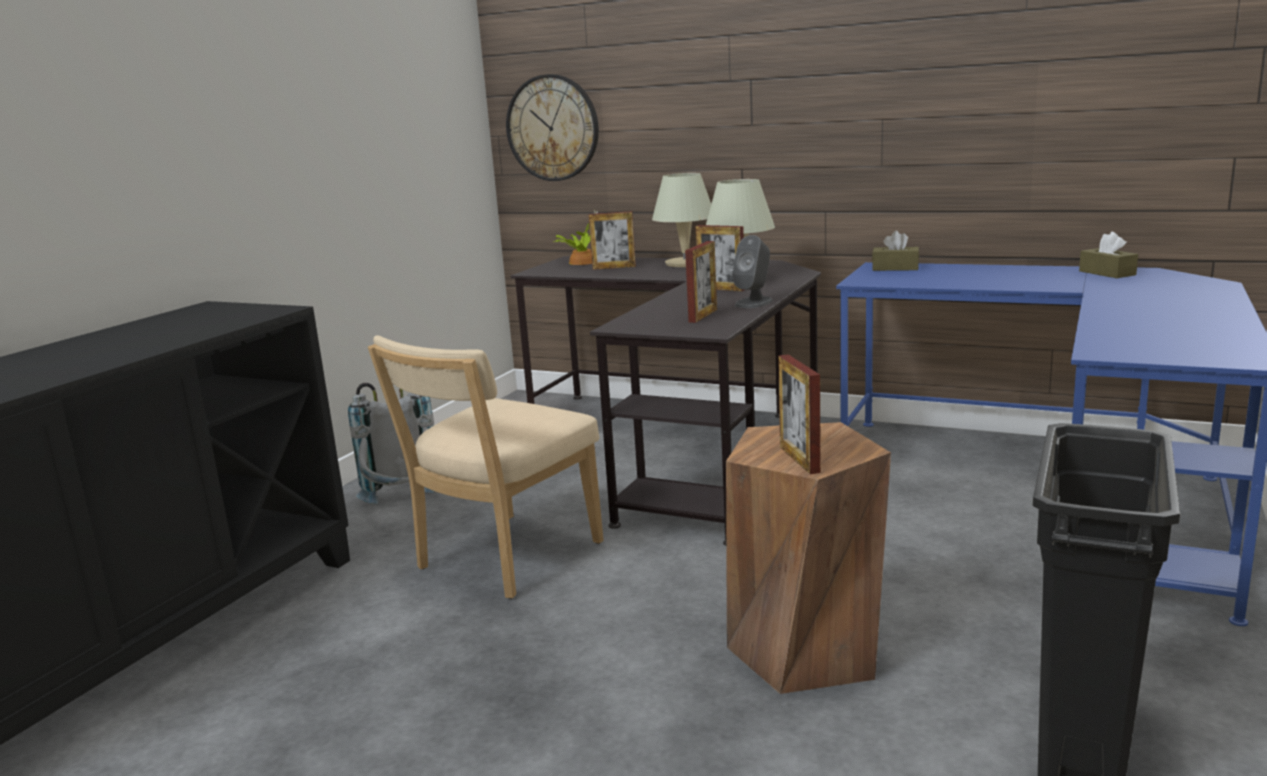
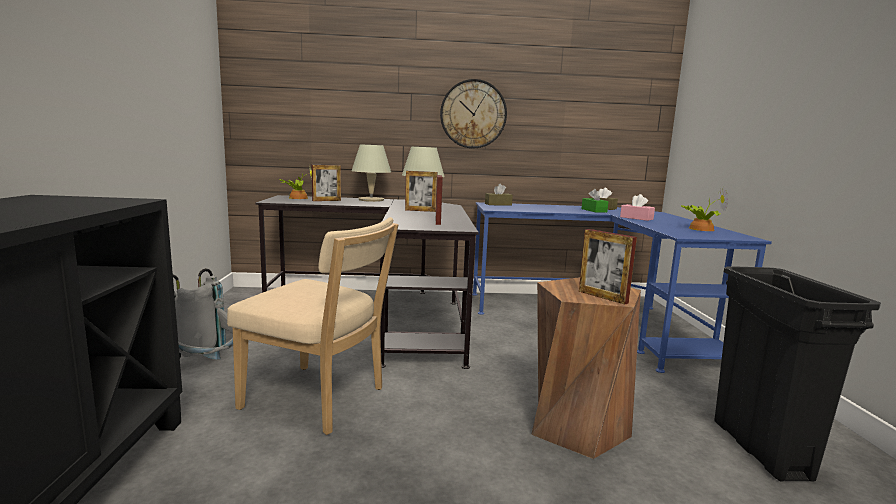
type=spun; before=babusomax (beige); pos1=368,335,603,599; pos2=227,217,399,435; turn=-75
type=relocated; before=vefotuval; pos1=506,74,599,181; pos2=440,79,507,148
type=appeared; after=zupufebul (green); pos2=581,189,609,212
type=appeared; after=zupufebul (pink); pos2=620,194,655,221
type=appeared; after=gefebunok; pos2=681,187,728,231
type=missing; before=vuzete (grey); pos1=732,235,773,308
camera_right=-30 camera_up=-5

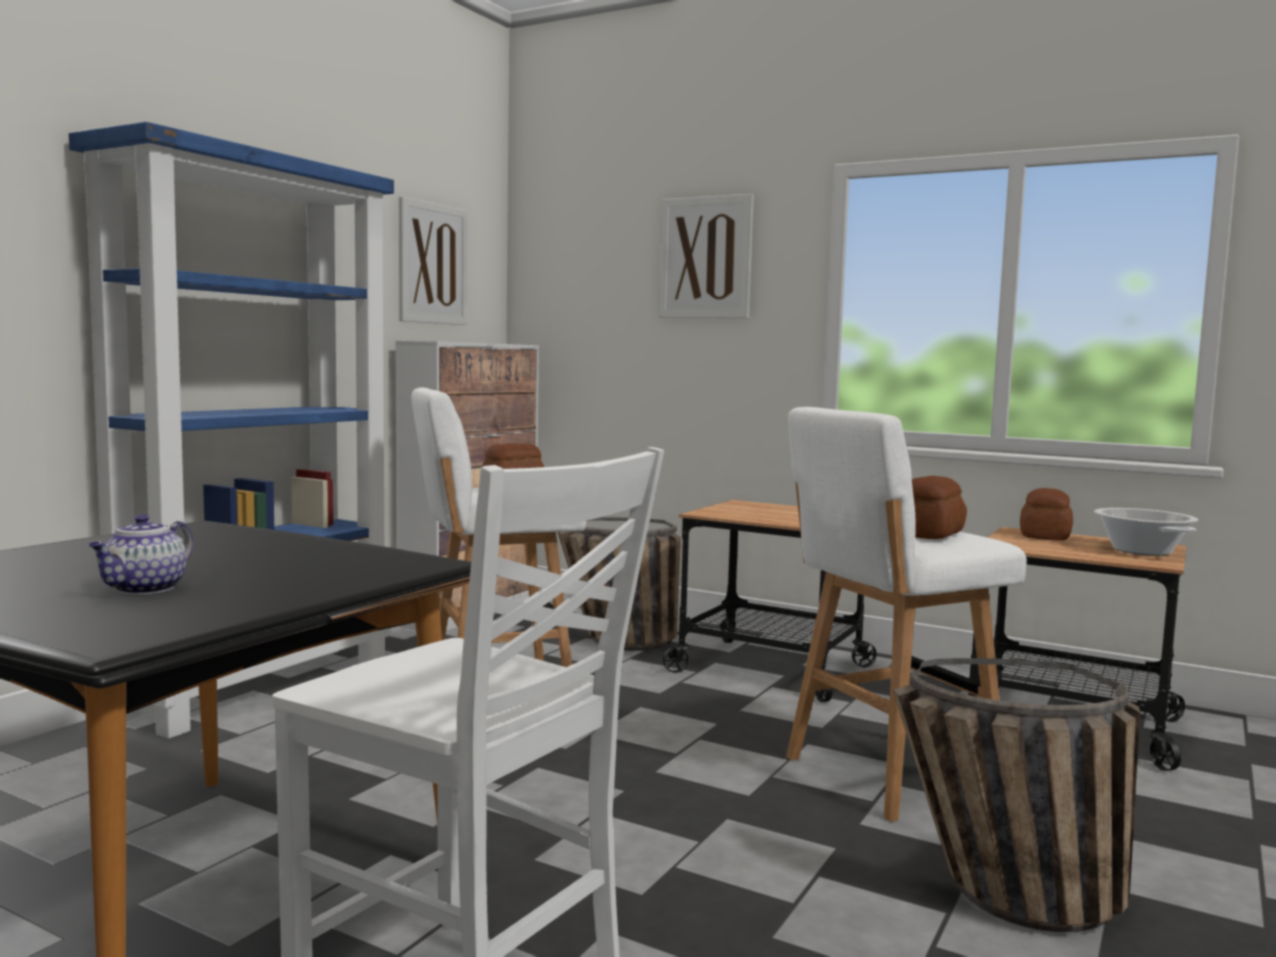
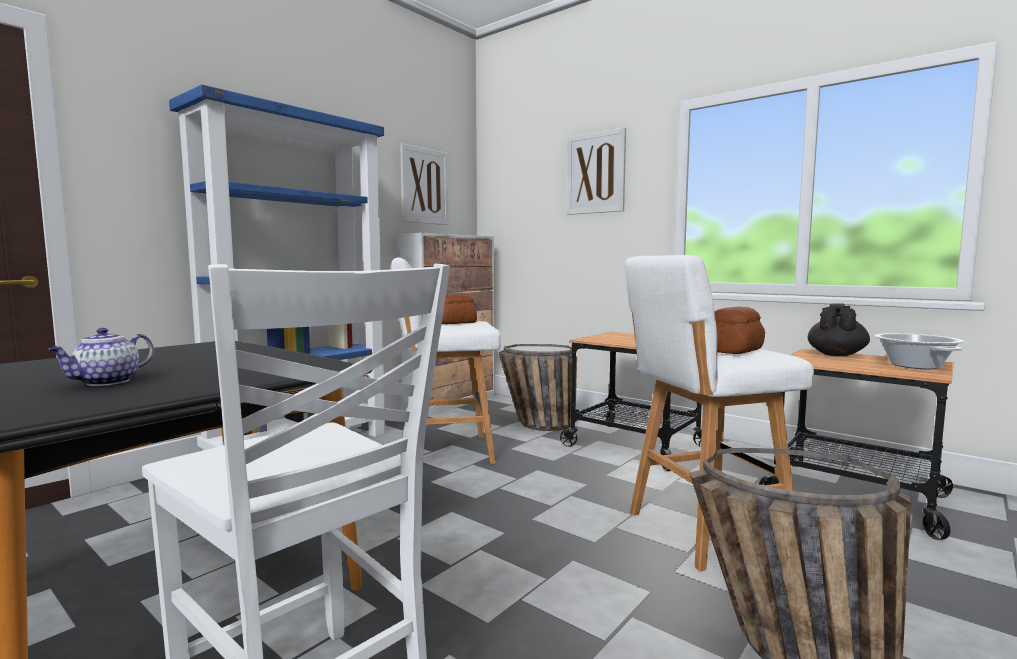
type=exchanged; before=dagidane; after=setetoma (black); pos1=1020,488,1073,541; pos2=808,303,870,356
camera_right=10 camera_up=0

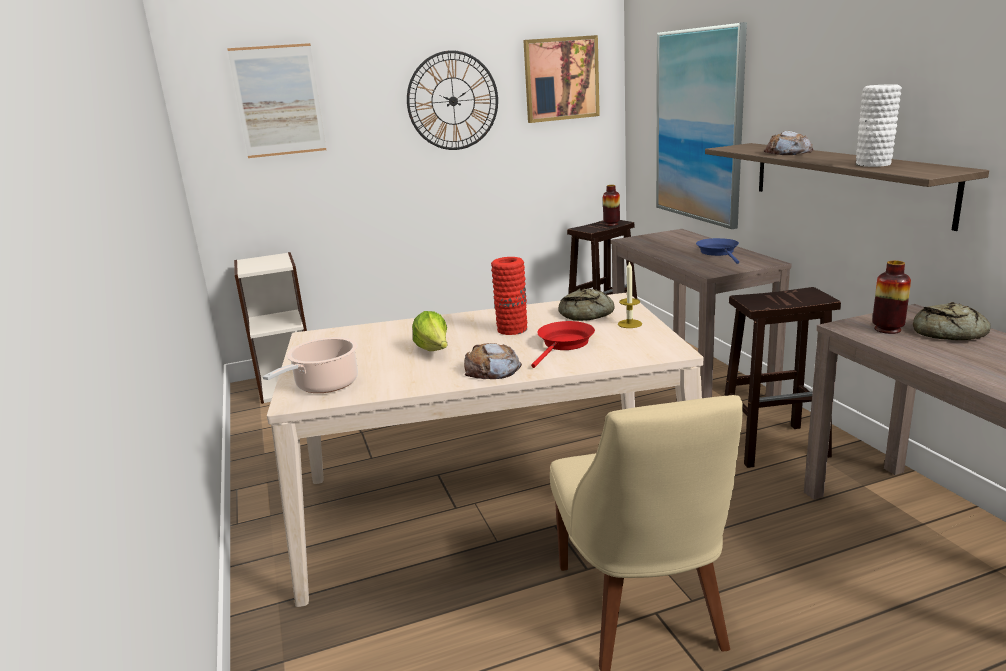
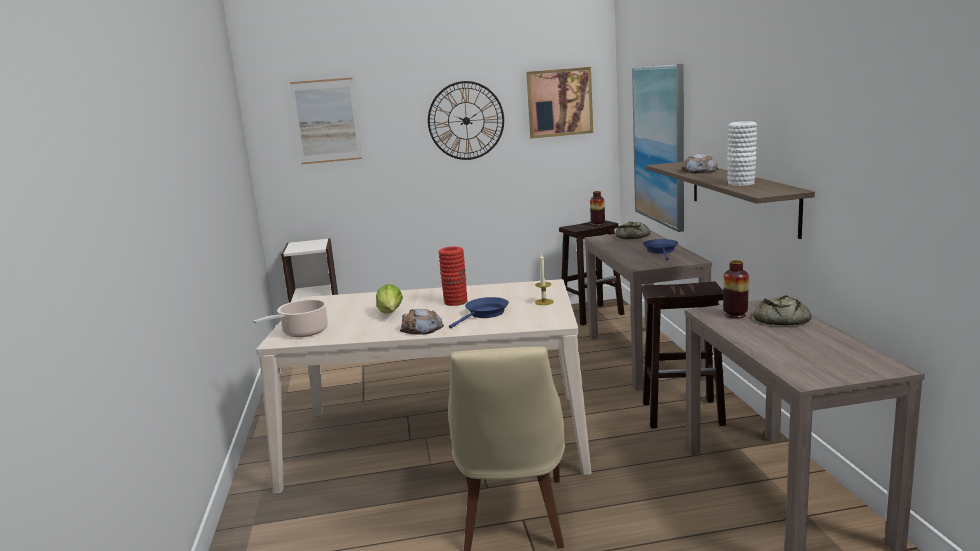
type=colour; before=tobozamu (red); after=tobozamu (blue); pos1=531,321,595,368; pos2=449,297,509,329
type=relocated; before=dagidane; pos1=558,288,615,321; pos2=615,221,651,239
camera_right=10 camera_up=-5

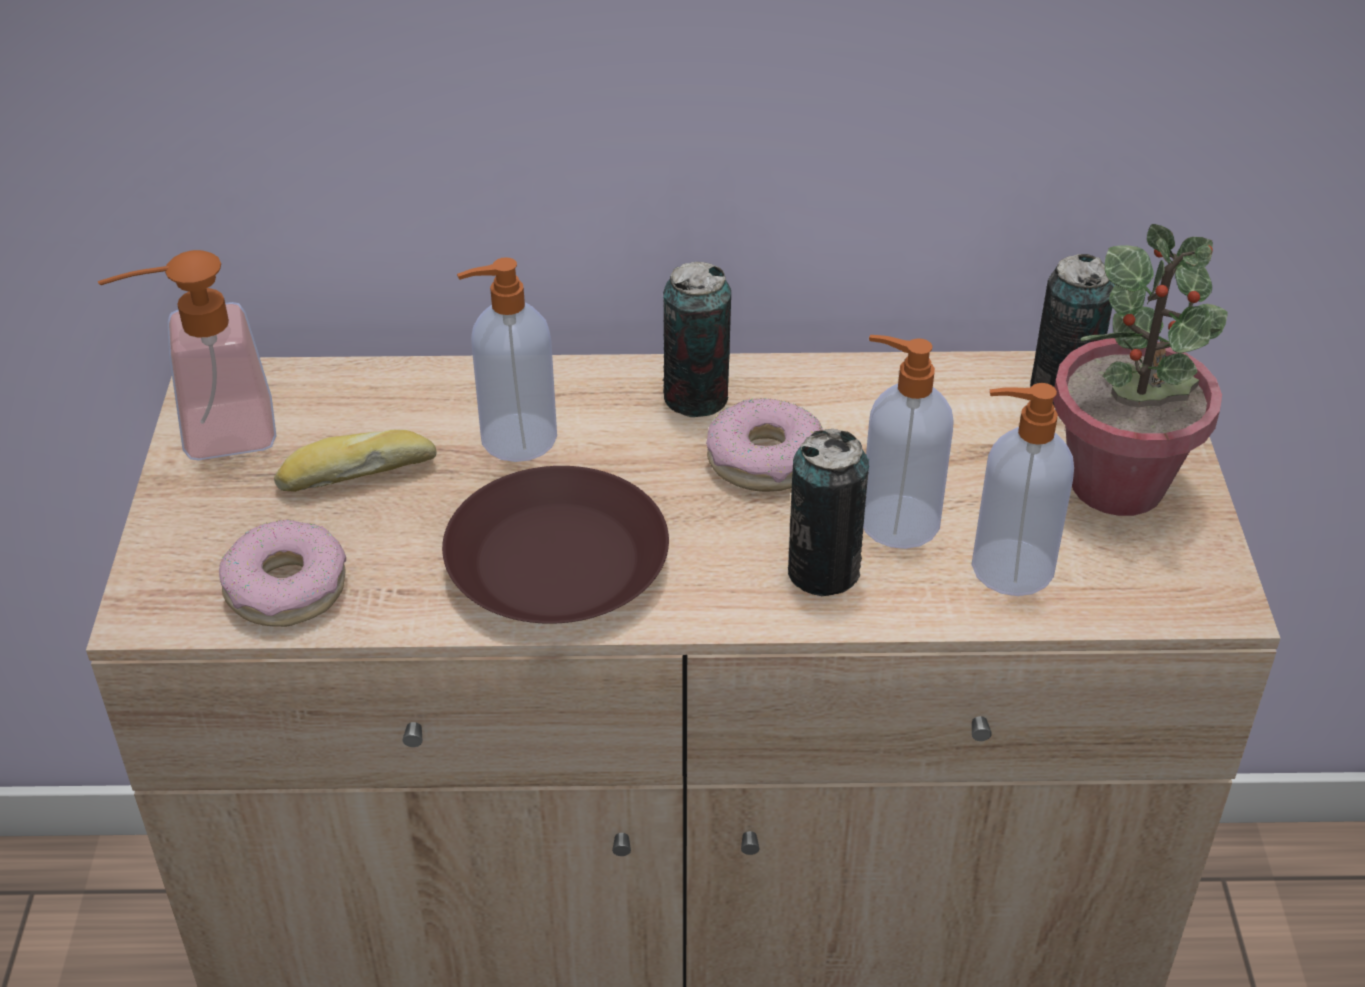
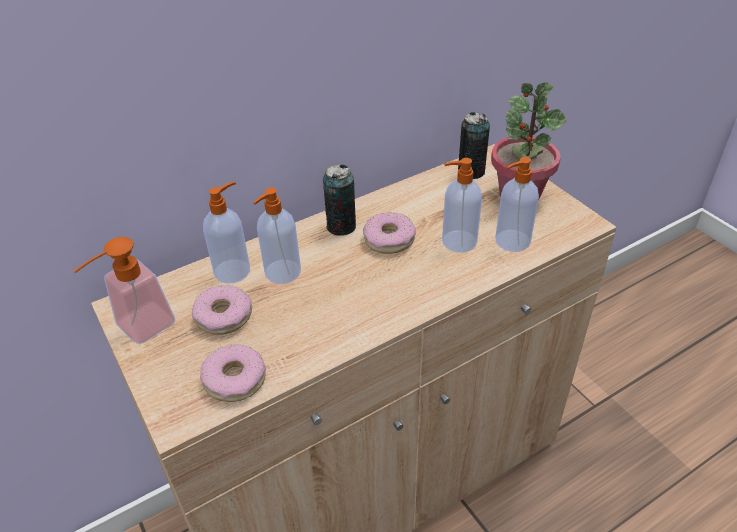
type=exchanged; before=dagidane; after=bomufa; pos1=274,430,437,492; pos2=192,285,252,335
type=appeared; after=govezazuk; pos2=203,181,250,284
type=missing; before=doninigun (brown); pos1=442,466,669,624
type=missing; before=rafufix; pos1=788,429,869,596
camera_right=-30 camera_up=0

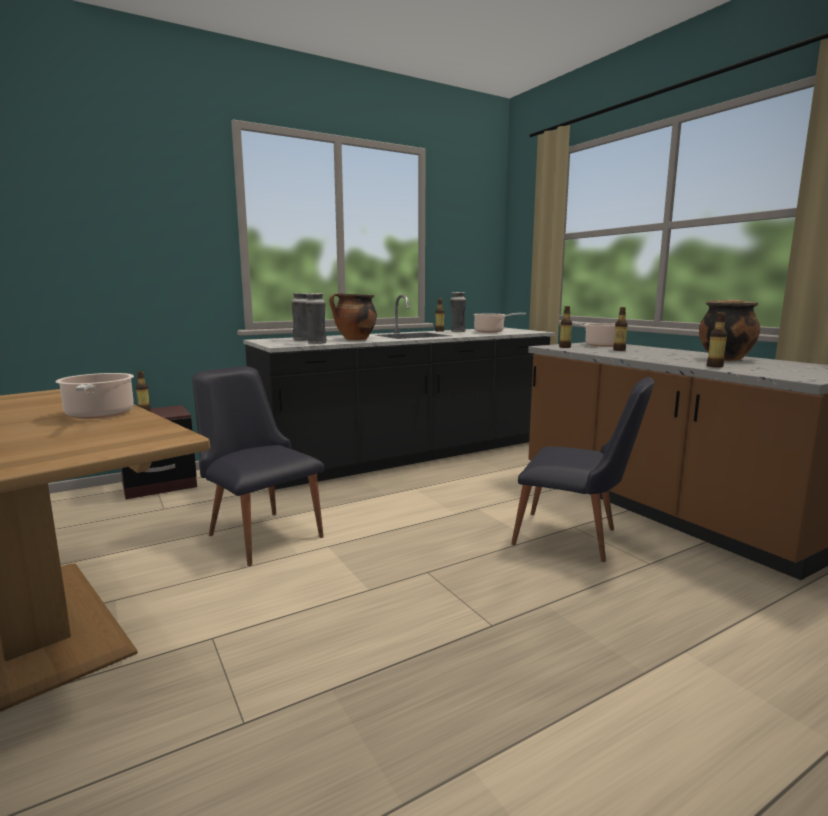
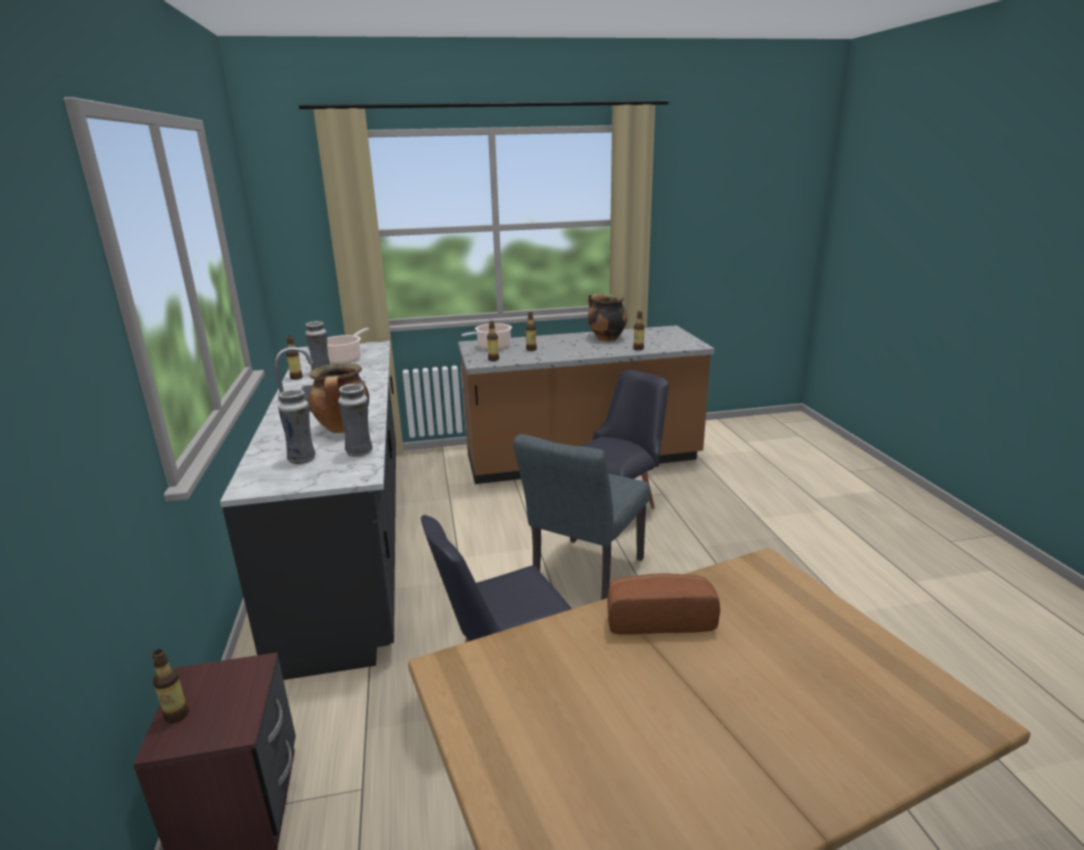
type=appeared; after=babusomax (grey); pos2=513,434,650,600
type=exchanged; before=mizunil; after=dagidane; pos1=55,373,134,419; pos2=607,573,720,634
camera_right=-70 camera_up=10

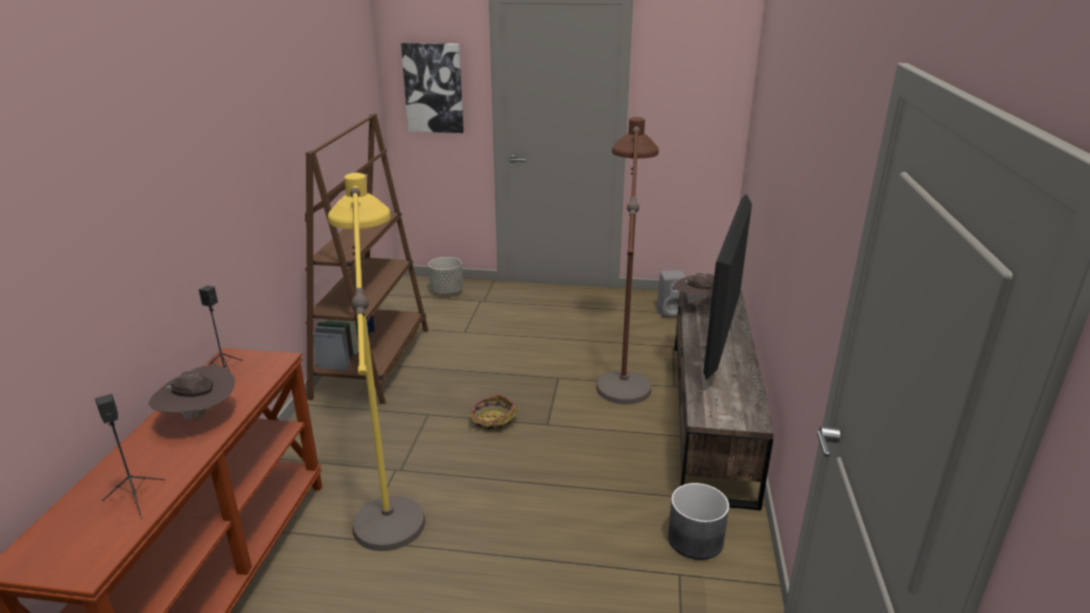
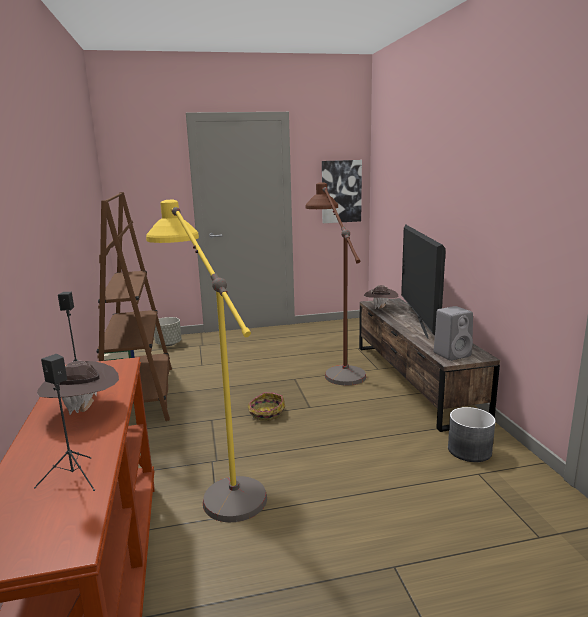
type=relocated; before=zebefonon; pos1=401,43,464,133; pos2=322,160,362,223
type=relocated; before=vuzete (grey); pos1=657,270,686,317; pos2=434,306,473,361
camera_right=-20 camera_up=-10

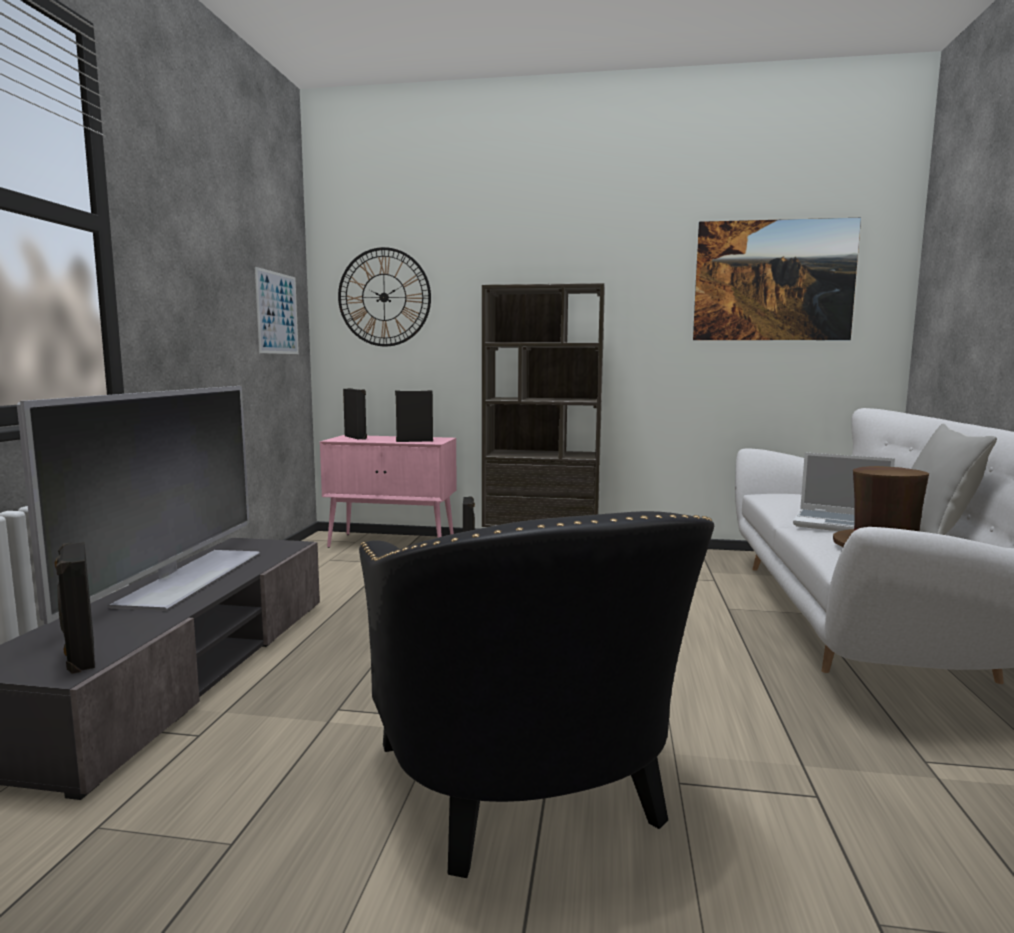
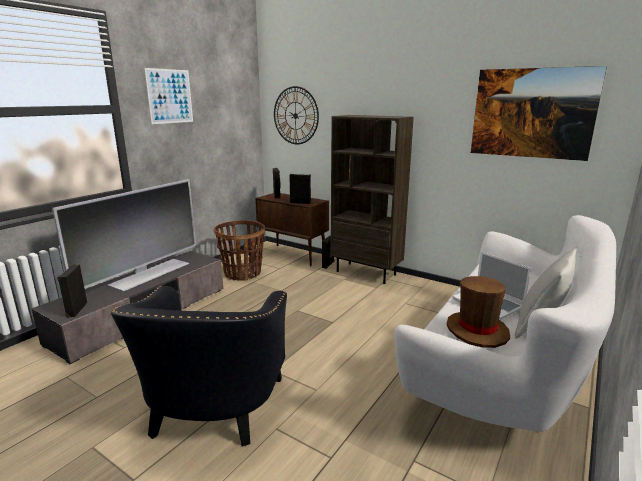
type=relocated; before=zebefonon; pos1=255,267,299,354; pos2=144,68,193,124
type=appeared; after=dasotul; pos2=214,220,265,281
type=colour; before=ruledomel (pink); after=ruledomel (brown); pos1=320,435,457,548; pos2=255,193,329,266
camera_right=25 camera_up=10

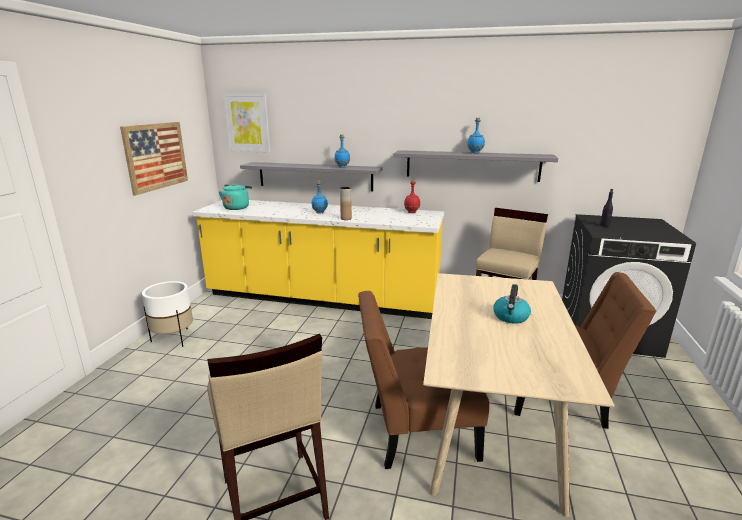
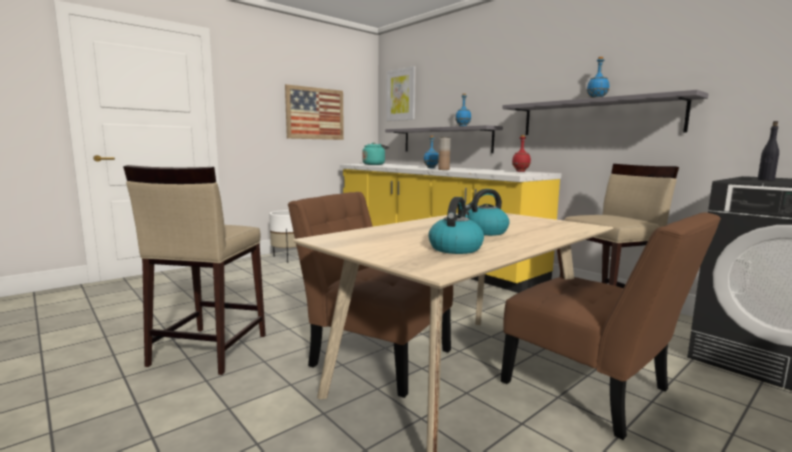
type=appeared; after=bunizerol; pos2=428,197,484,254
camera_right=35 camera_up=-10

